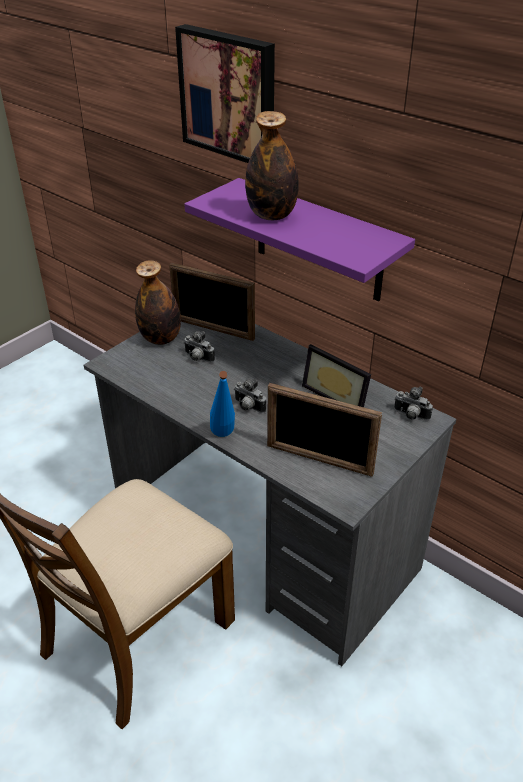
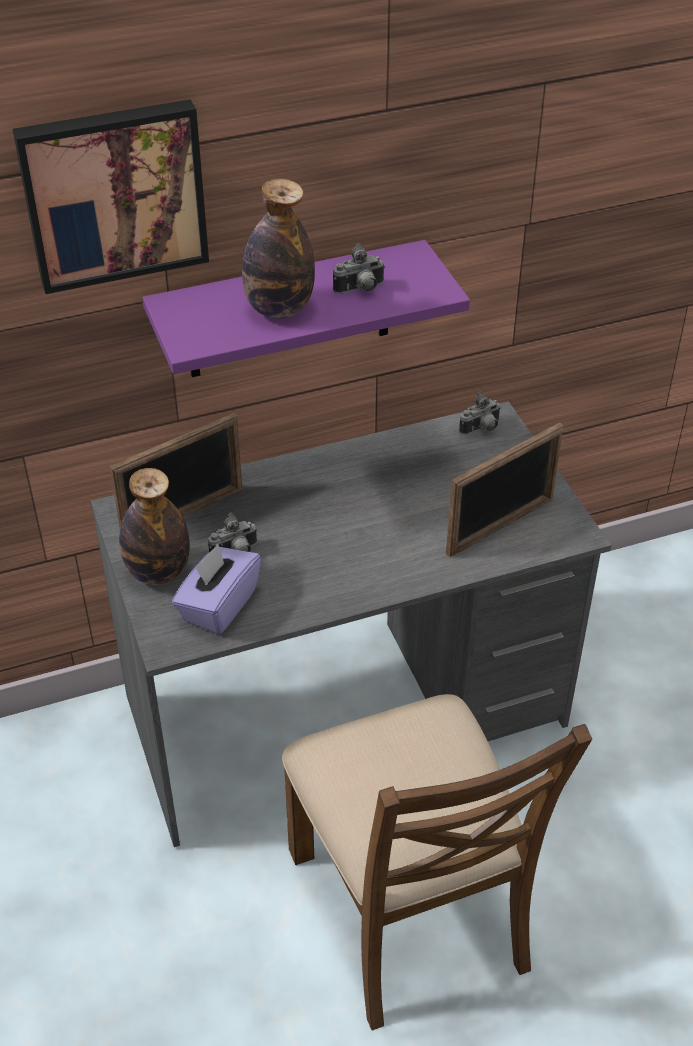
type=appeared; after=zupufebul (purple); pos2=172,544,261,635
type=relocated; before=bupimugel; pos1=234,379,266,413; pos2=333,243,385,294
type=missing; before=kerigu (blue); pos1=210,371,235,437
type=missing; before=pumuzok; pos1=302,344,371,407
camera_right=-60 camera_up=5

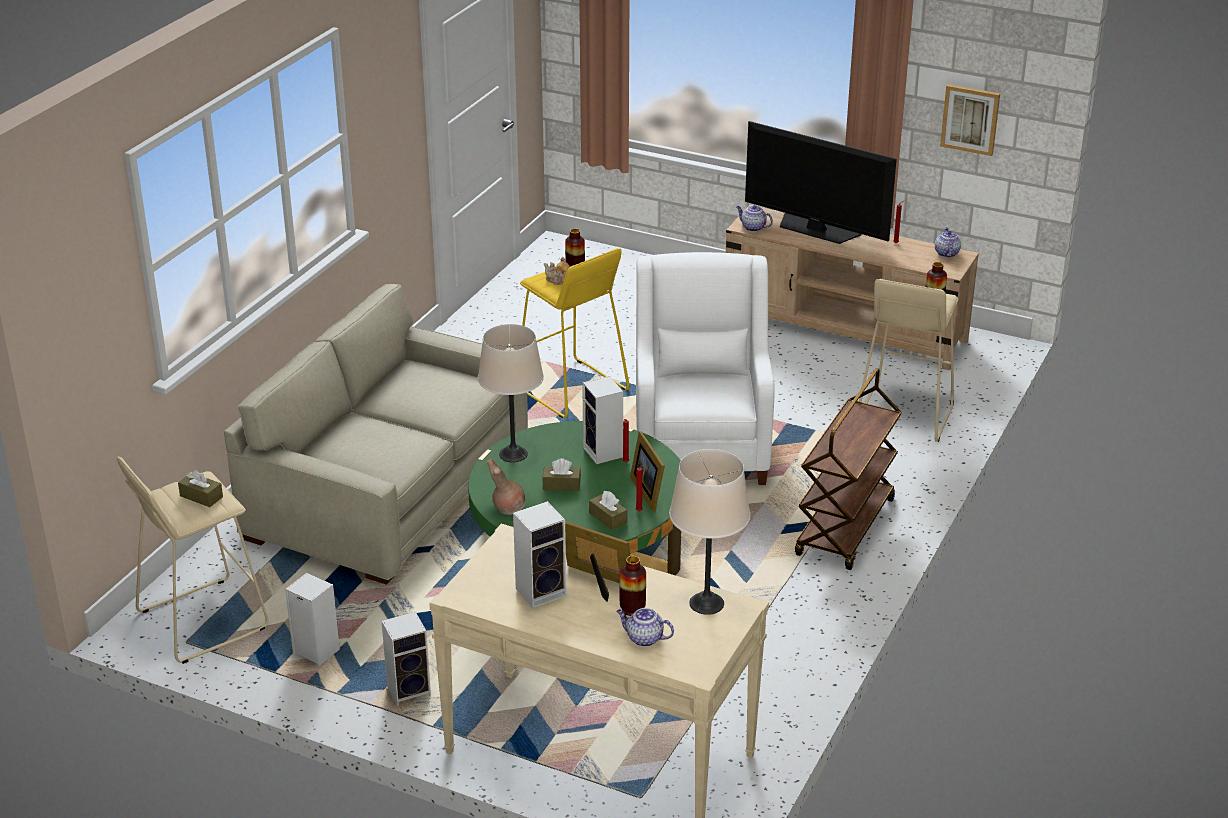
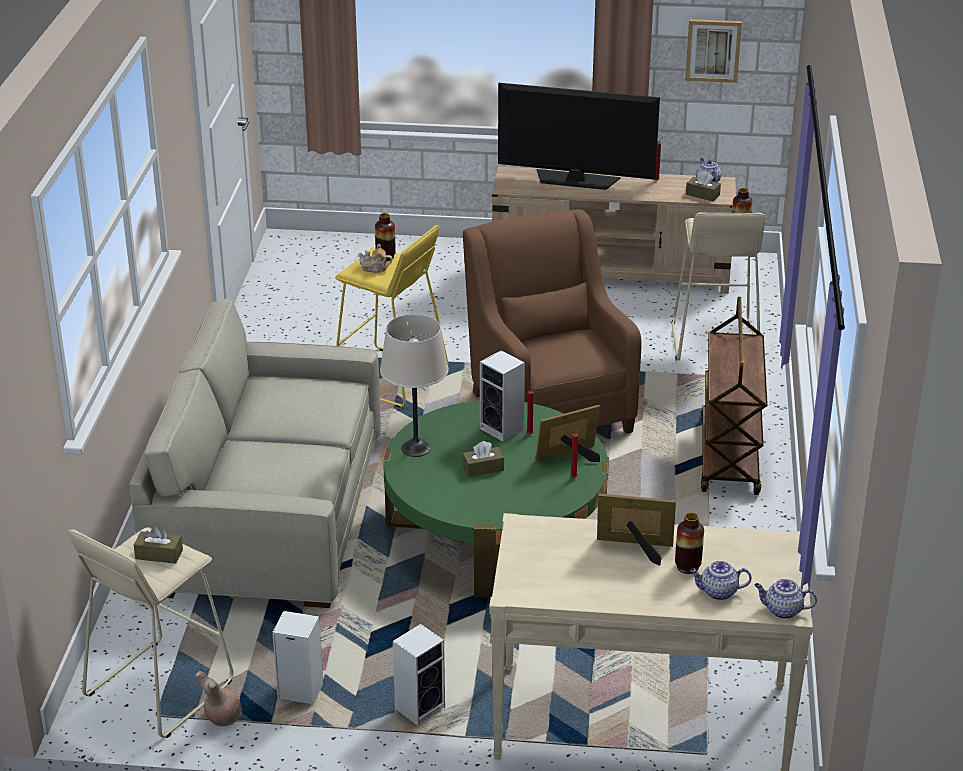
type=relocated; before=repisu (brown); pos1=486,458,526,515; pos2=196,671,242,727
type=colour; before=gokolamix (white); after=gokolamix (brown); pos1=636,252,775,485; pos2=463,209,642,434
type=spun; before=pumuzok; pos1=630,431,665,512; pos2=536,405,600,462; turn=105
type=relocated; before=zupufebul (brown); pos1=589,491,628,530; pos2=686,171,721,201
type=relocated; before=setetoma; pos1=736,205,773,232; pos2=754,579,817,619
type=missing; before=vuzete; pos1=513,501,566,608
type=missing; before=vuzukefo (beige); pos1=669,449,751,615
camera_right=-20 camera_up=0

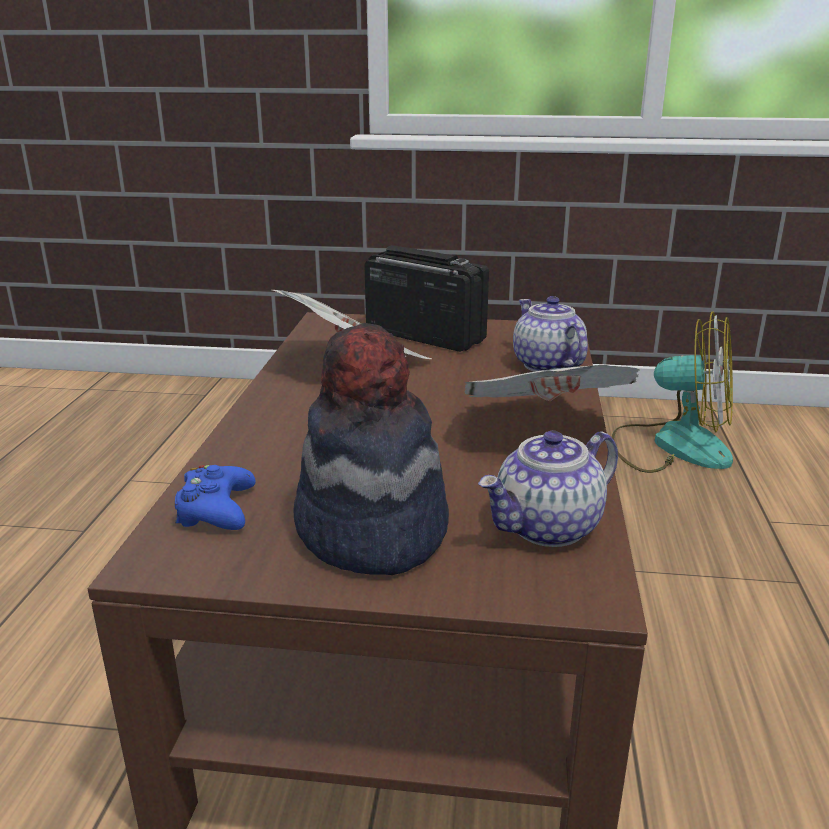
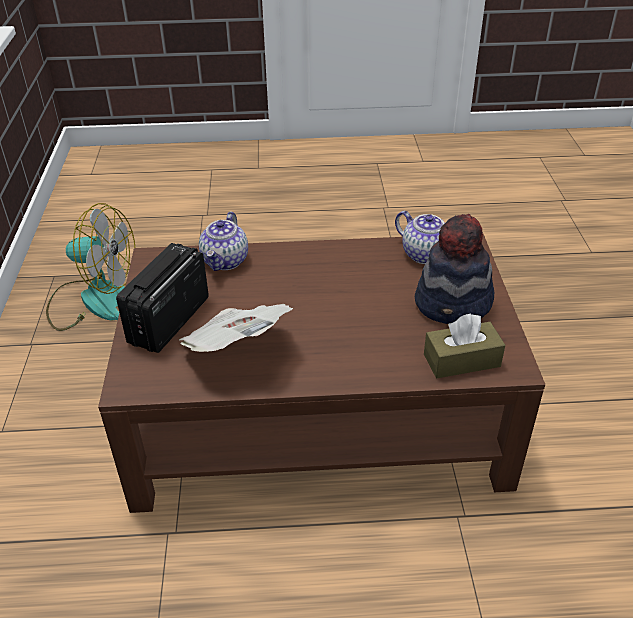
type=spun; before=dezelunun; pos1=612,312,733,473; pos2=46,203,135,331; turn=90
type=spun; before=setetoma; pos1=513,296,588,372; pos2=199,212,248,271; turn=-45
type=exchanged; before=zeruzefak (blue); after=zupufebul (brown); pos1=175,465,256,530; pos2=424,313,505,378
type=missing; before=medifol; pos1=465,365,640,401
camera_right=-100 camera_up=15

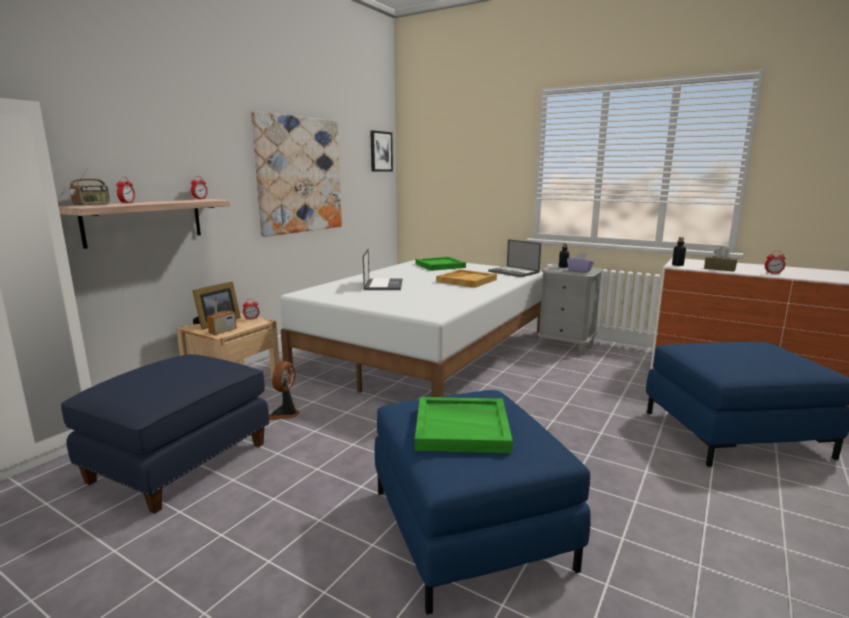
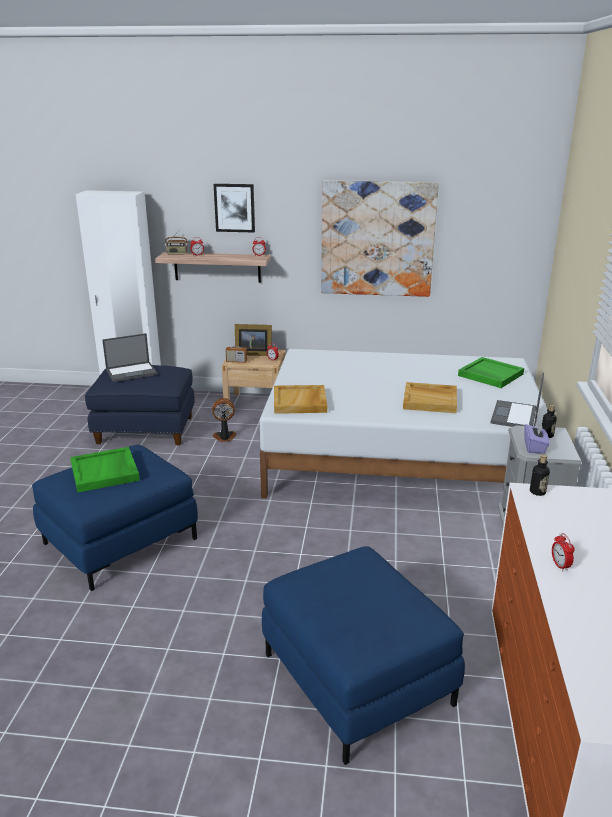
type=relocated; before=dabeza; pos1=363,249,402,290; pos2=102,333,158,382
type=relocated; before=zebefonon; pos1=370,130,393,171; pos2=214,184,255,232
type=appeared; after=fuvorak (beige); pos2=274,385,327,414
type=missing; before=zupufebul (brown); pos1=704,247,737,272
camera_right=65 camera_up=10

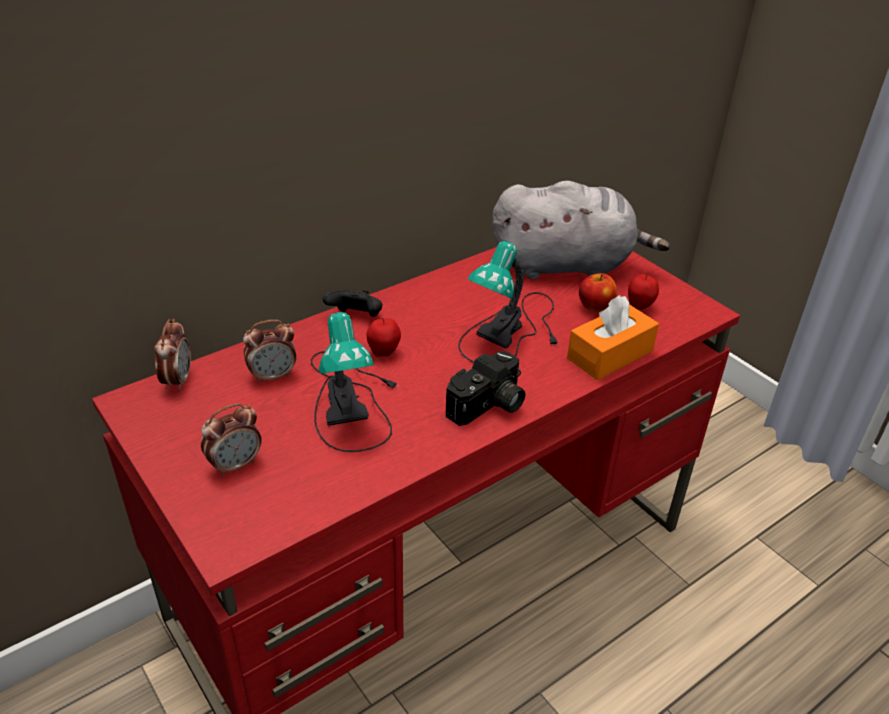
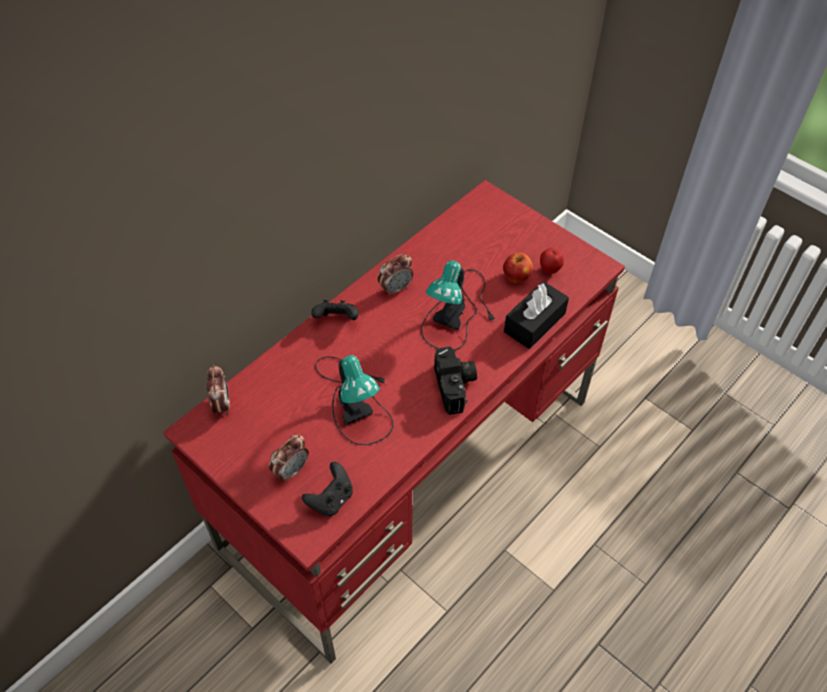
type=appeared; after=zeruzefak (black); pos2=302,462,353,516
type=relocated; before=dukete; pos1=243,320,296,384; pos2=378,254,413,297
type=spun; before=bupimugel; pos1=446,351,525,426; pos2=434,346,477,415; turn=-45
type=colour; before=zupufebul (orange); after=zupufebul (black); pos1=567,295,659,380; pos2=504,281,569,349
type=missing; before=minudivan; pos1=367,317,401,356
type=missing; before=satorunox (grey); pos1=492,181,670,279
camera_right=-10 camera_up=15

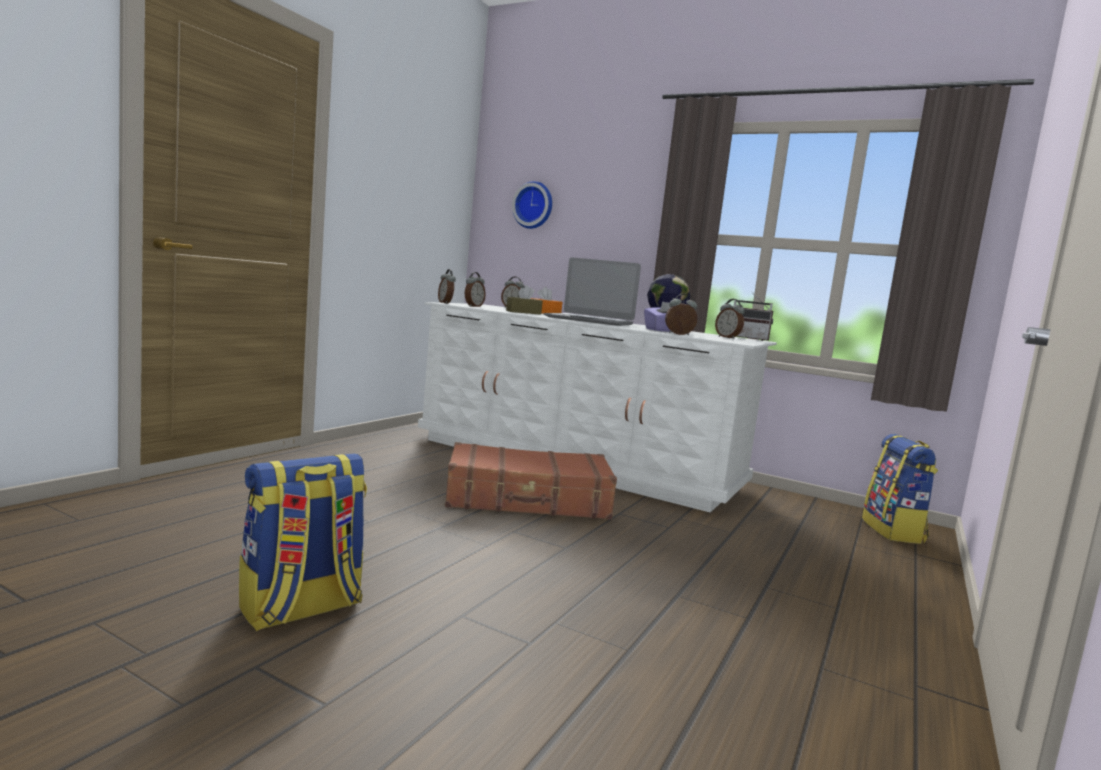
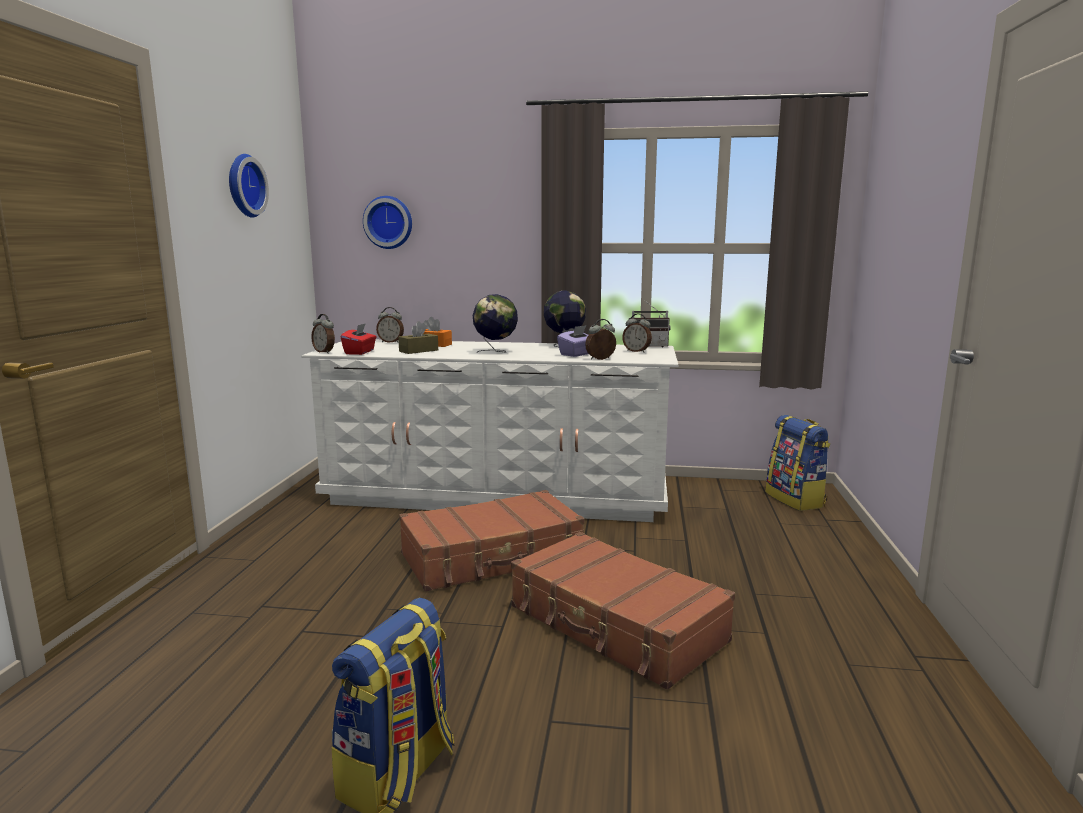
type=appeared; after=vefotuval; pos2=229,154,269,218
type=exchanged; before=dukete; after=zupufebul (red); pos1=465,272,486,307; pos2=341,323,376,355
type=exchanged; before=dabeza; after=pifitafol; pos1=544,257,641,326; pos2=473,294,518,353
type=appeared; after=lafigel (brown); pos2=511,532,735,690
camera_right=-20 camera_up=5

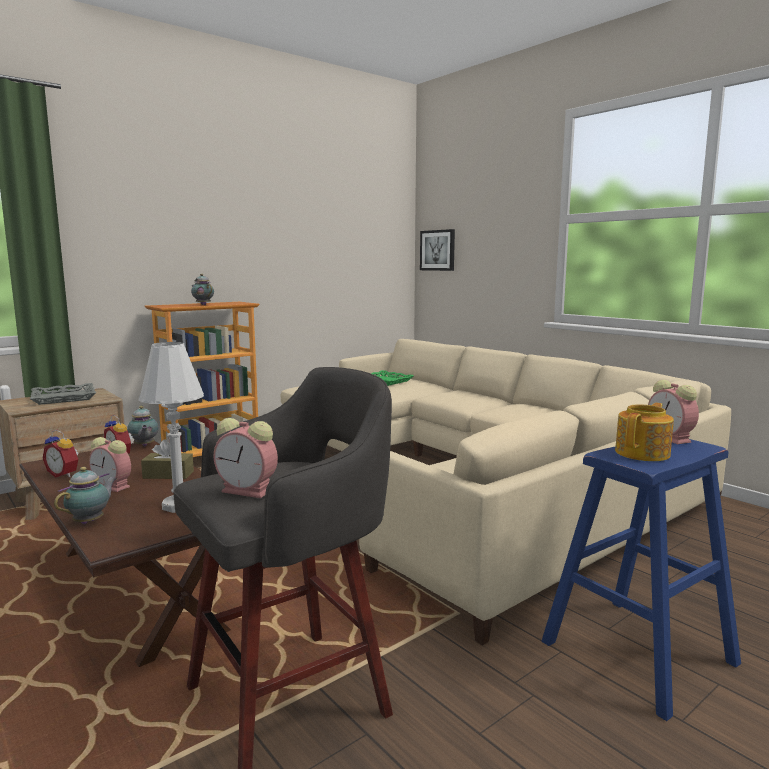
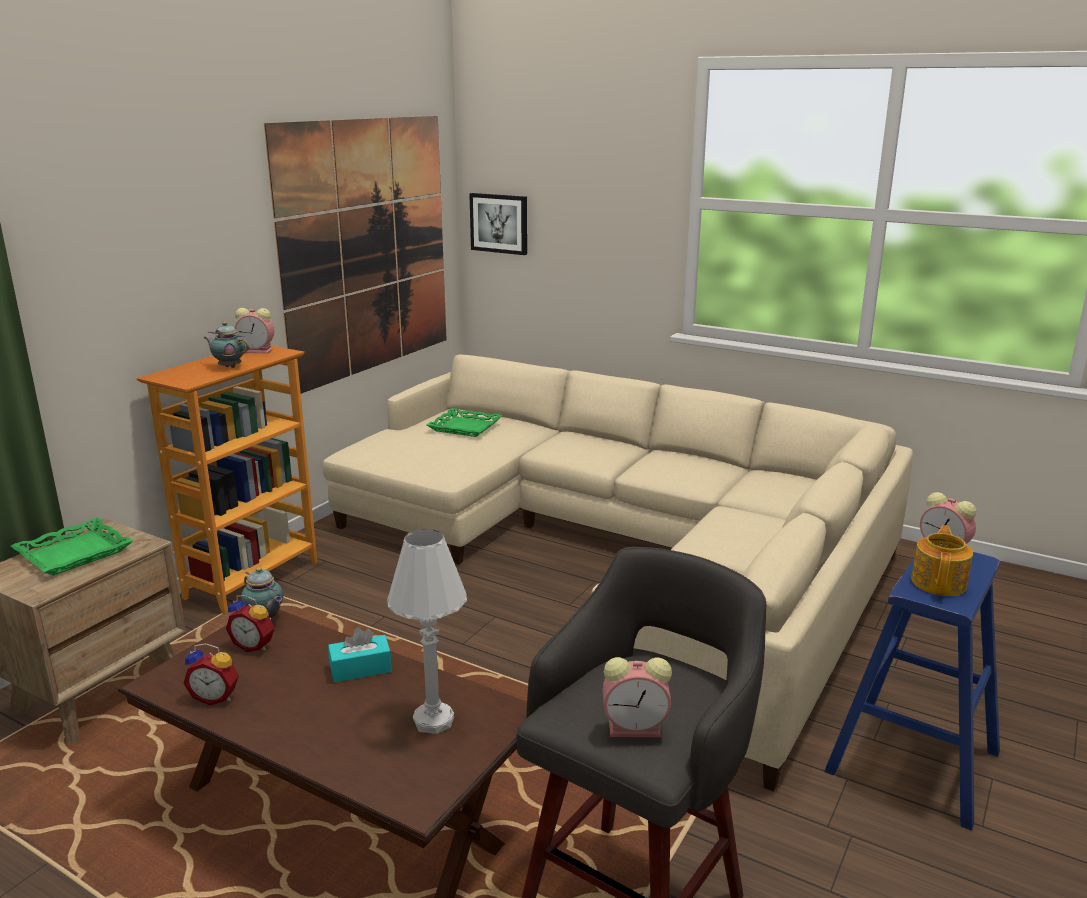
type=colour; before=fuvorak (grey); after=fuvorak (green); pos1=30,383,96,405; pos2=11,517,133,576
type=relocated; before=dukete; pos1=89,437,131,492; pos2=235,308,274,354
type=appeared; after=zebefonon; pos2=264,116,447,394
type=colour; before=zupufebul (brown); after=zupufebul (turquoise); pos1=141,439,194,479; pos2=328,627,392,682
type=missing; before=setetoma; pos1=54,467,117,524
camera_right=-20 camera_up=10

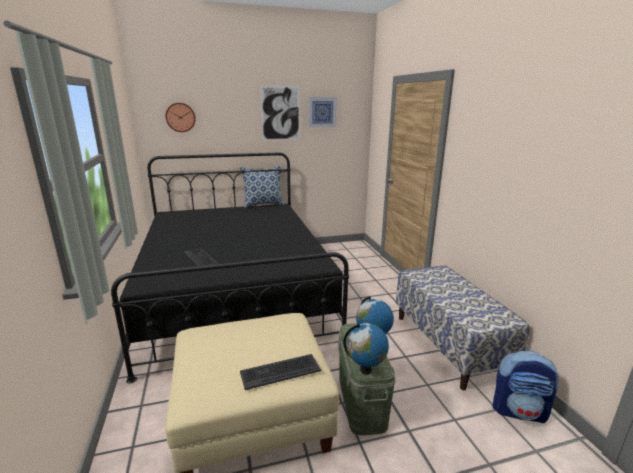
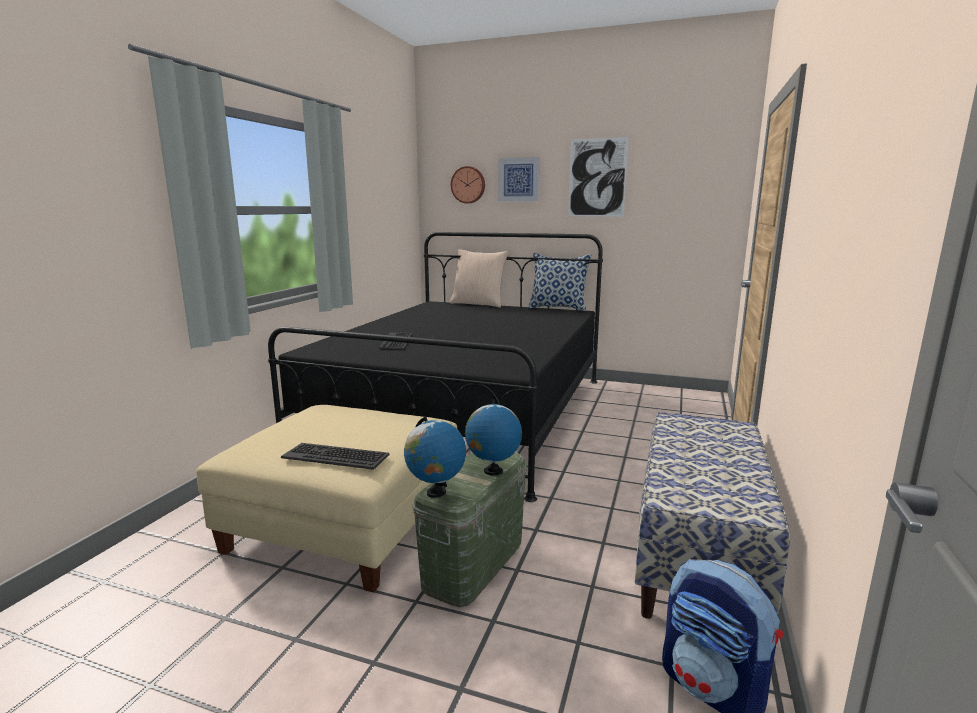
type=appeared; after=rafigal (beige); pos2=450,249,509,308
type=relocated; before=zebefonon; pos1=308,97,337,128; pos2=498,157,540,202
camera_right=35 camera_up=-5

